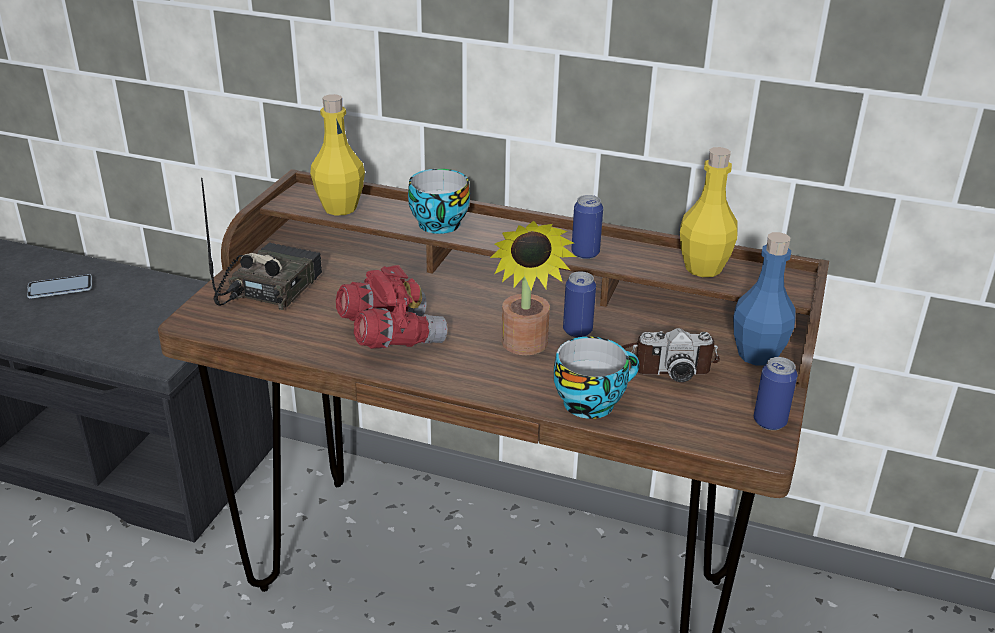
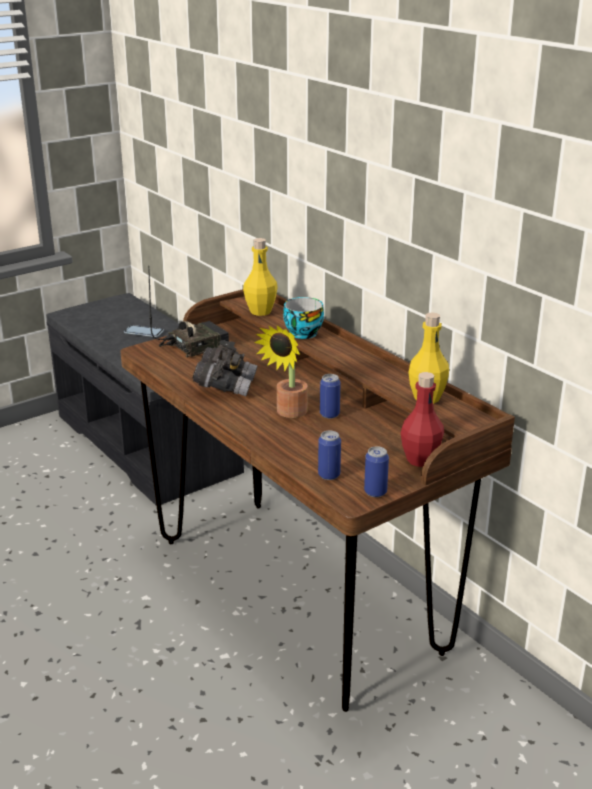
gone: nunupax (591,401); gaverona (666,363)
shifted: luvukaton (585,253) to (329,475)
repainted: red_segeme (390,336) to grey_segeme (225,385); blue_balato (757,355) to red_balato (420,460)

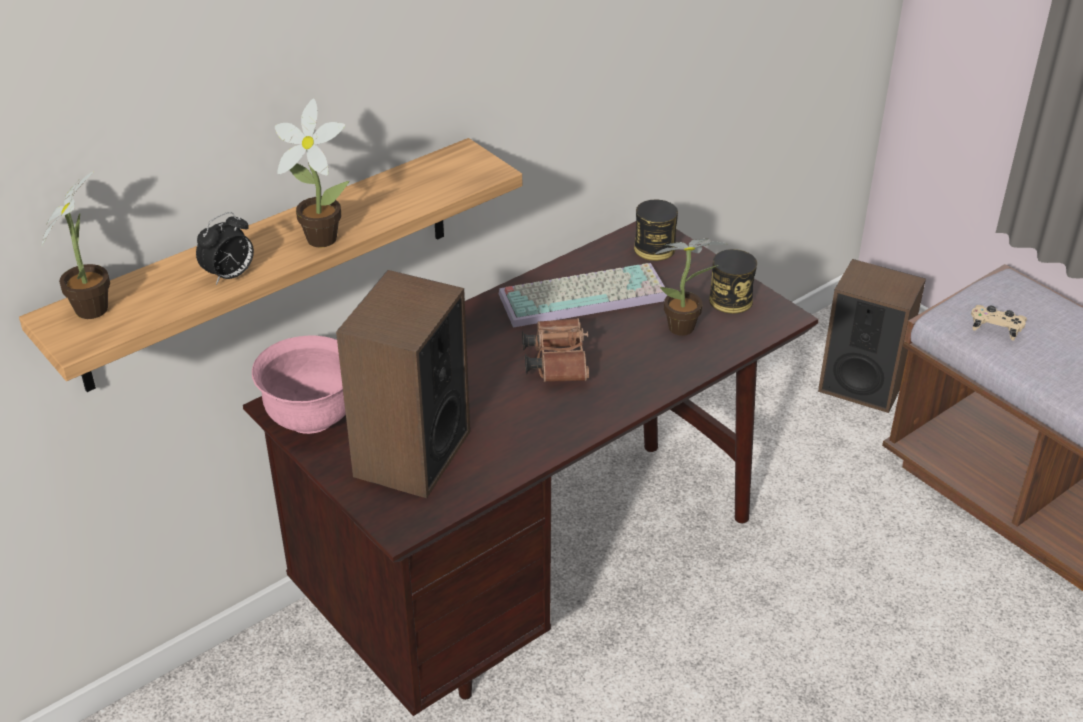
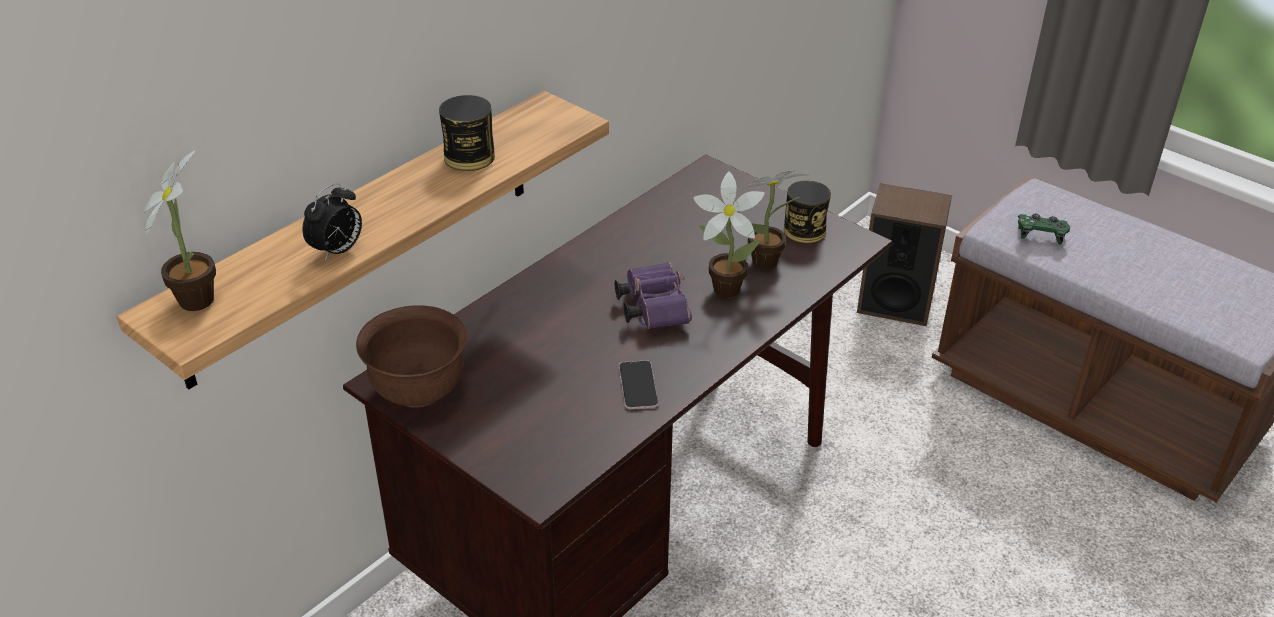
gone: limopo (411,454); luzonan (585,295)
new: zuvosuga (638,385)
shifted: luvukaton (654,249) to (469,157); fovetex (318,236) to (722,288)
repainted: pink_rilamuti (311,417) to brown_rilamuti (418,390); brown_segeme (556,362) to purple_segeme (652,307); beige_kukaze (995,329) to green_kukaze (1040,235)

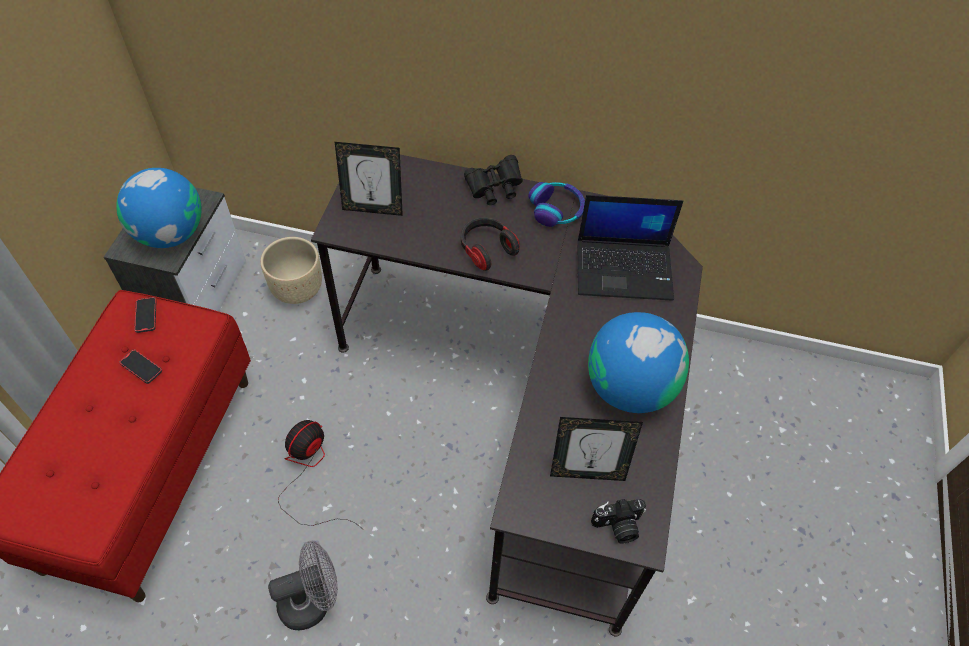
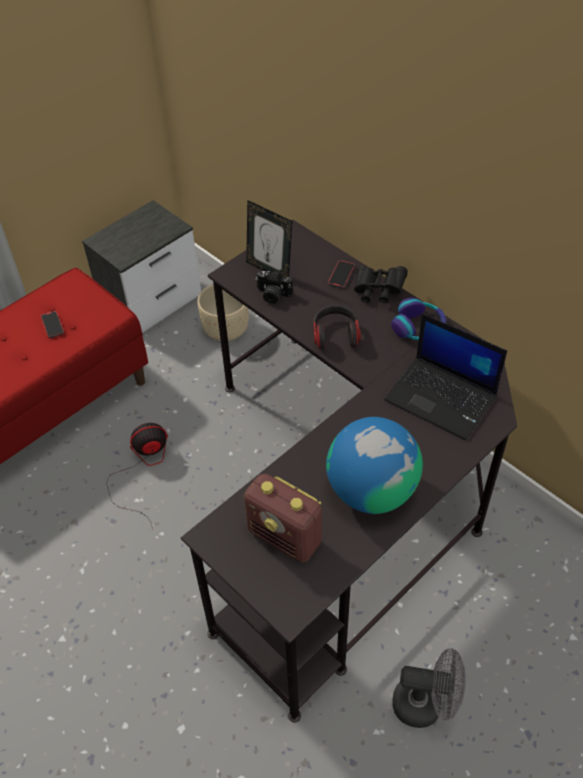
gone: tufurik (170,233)
shifted: gaverona (618,527) to (272,295); zuvosuga (146,316) to (341,275); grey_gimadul (312,601) to (425,704)
swapped: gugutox (587,472) to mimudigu (285,537)

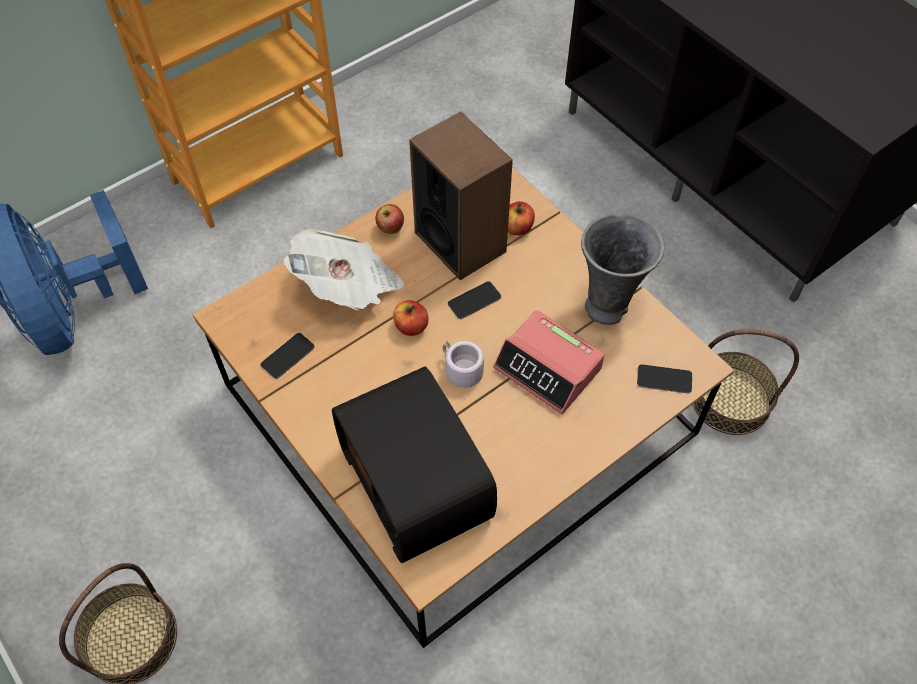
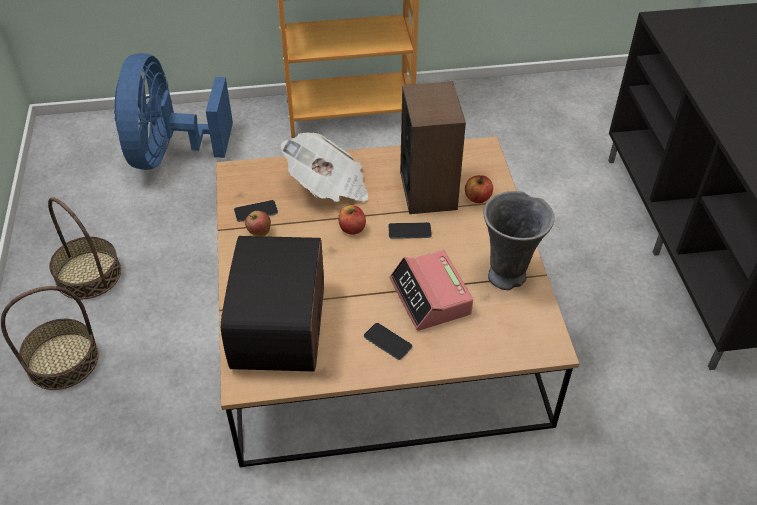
gone: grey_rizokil (459,371)
shifted: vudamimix (730,400) to (88,275); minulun (390,229) to (259,233); zuvosuga (664,379) to (387,341)

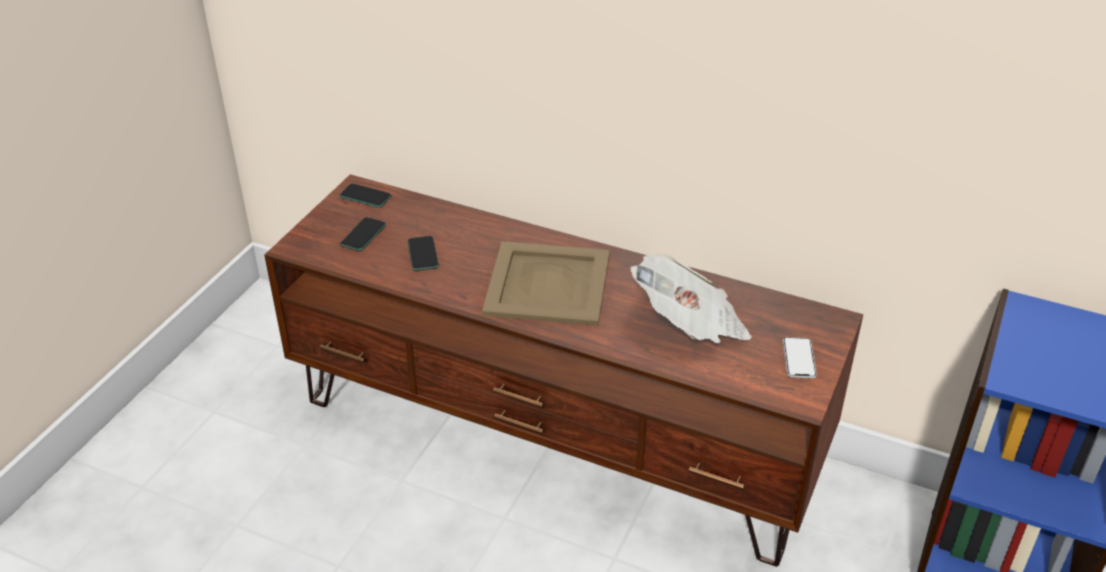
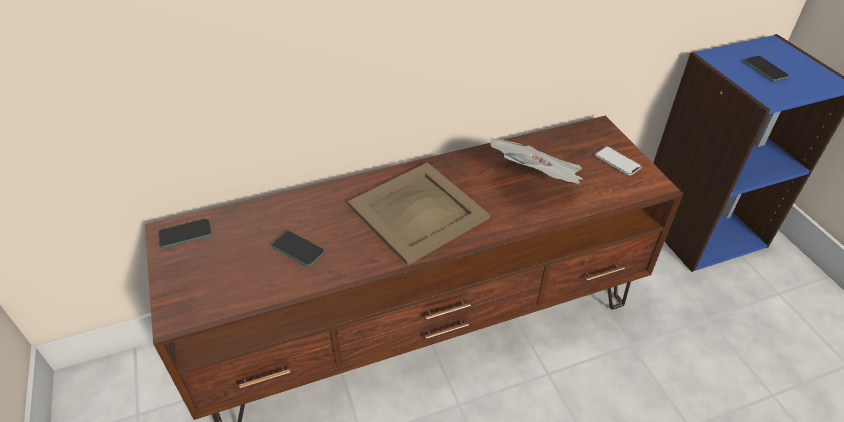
shifted: zuvosuga (363,235) to (765,69)

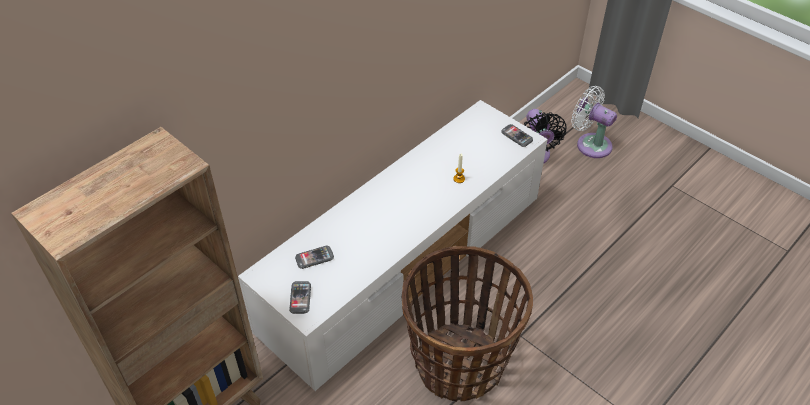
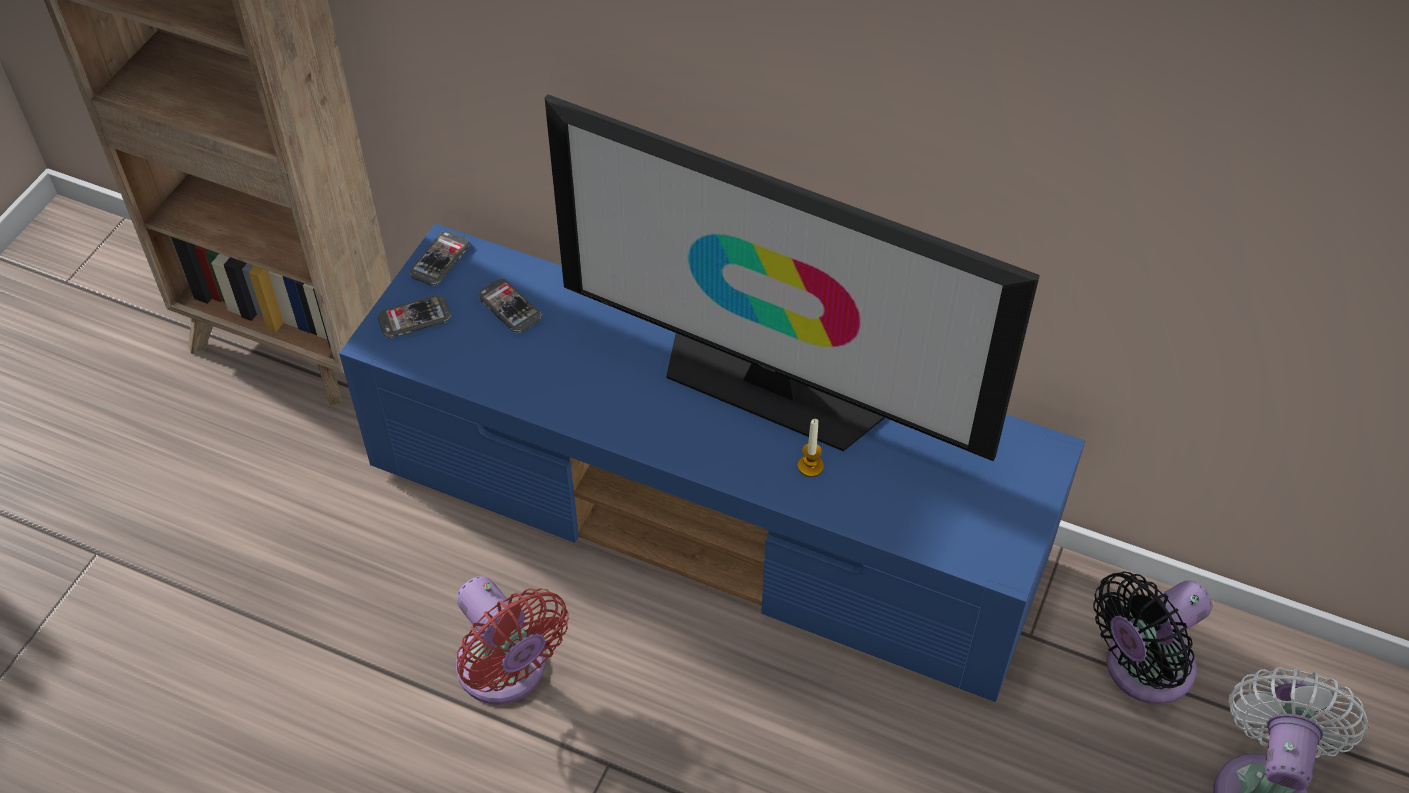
new: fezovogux (773,384)
shifted: zuvosuga (516,136) to (440,260)
swapped: vudamimix (459,363) to red_gimadul (506,672)
repainted: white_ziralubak (405,263) to blue_ziralubak (709,514)

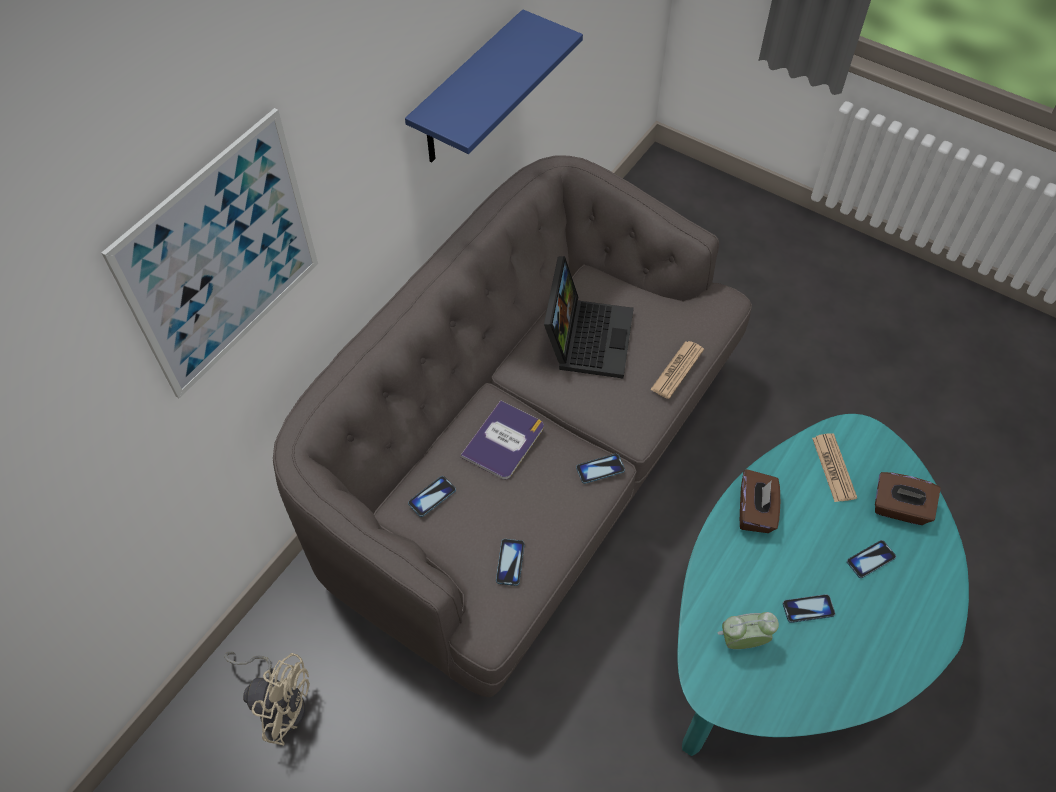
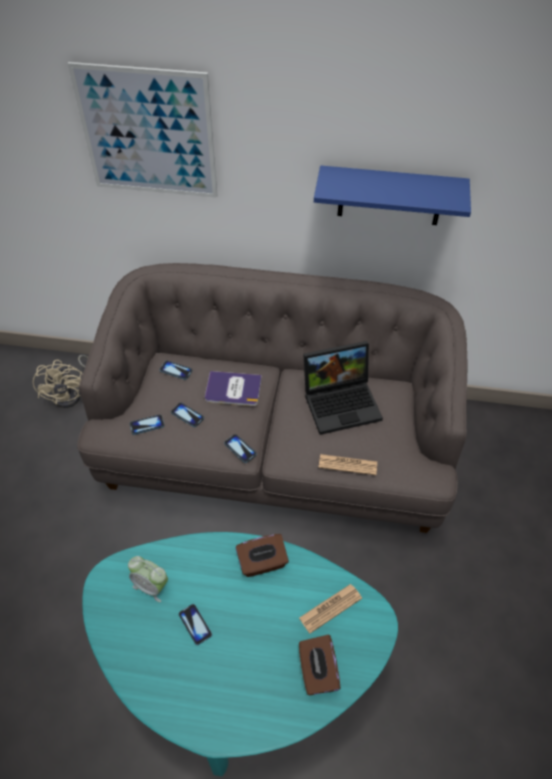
shifted: zuvosuga (870,559) to (187,415)
rotated: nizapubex (742,641) = (151,586) 150 degrees clockwise

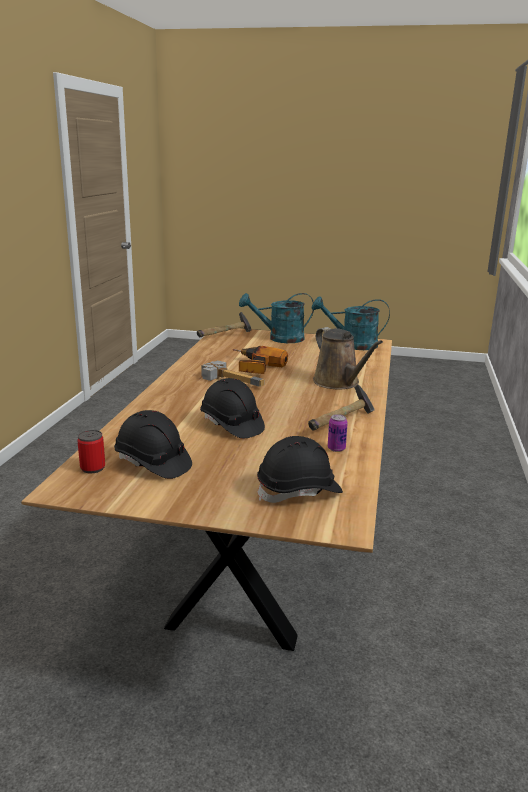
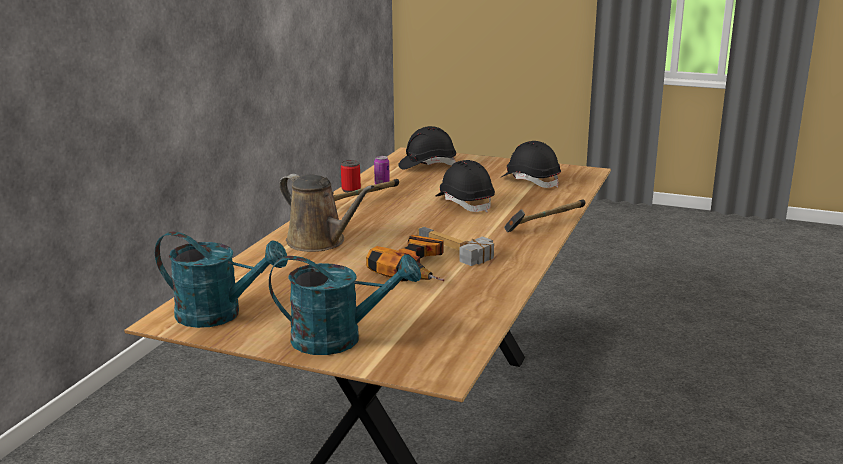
shifted: luvukaton (92,468) to (351,190); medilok (225,335) to (544,224)
rotated: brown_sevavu (339,383) = (320,242) 150 degrees clockwise

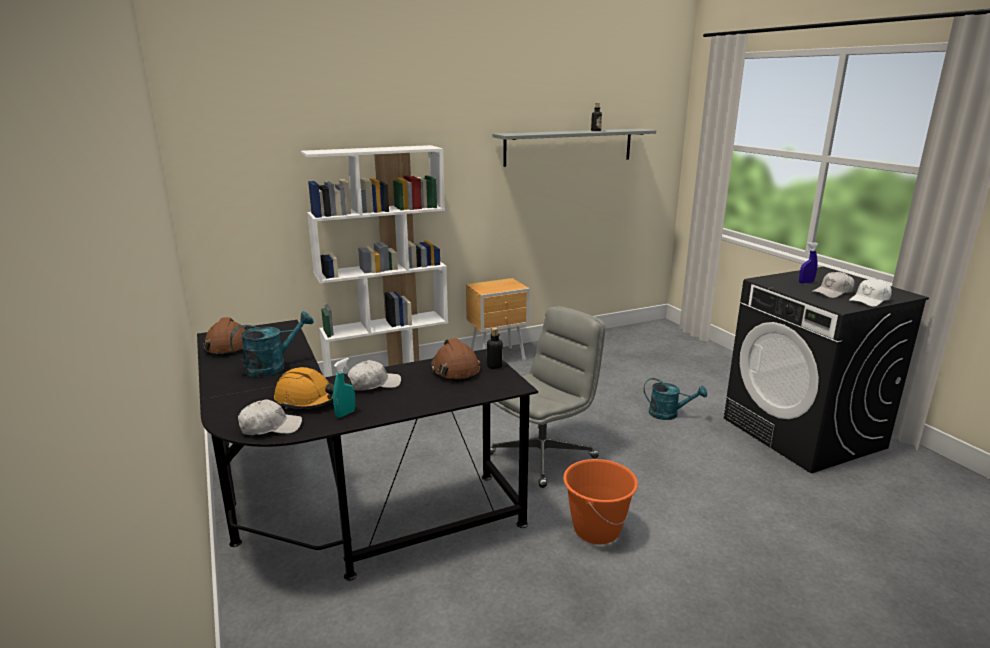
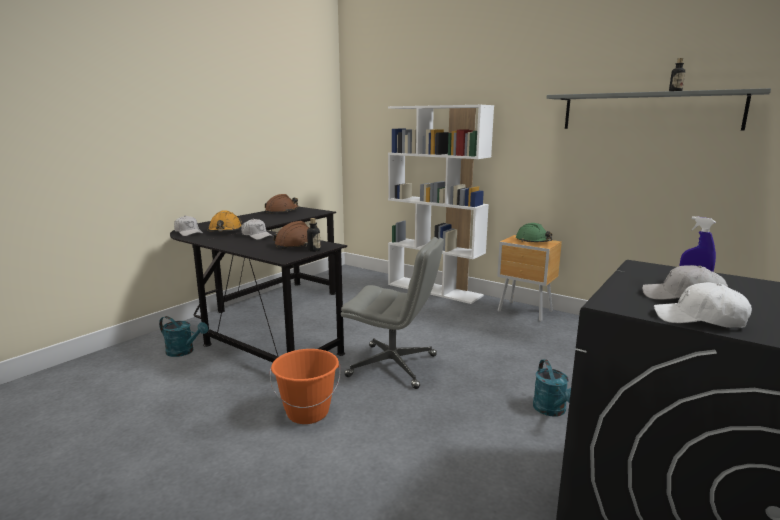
gone: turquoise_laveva (345,413)
new: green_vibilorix (533,241)
shifted: turquoise_sevavu (273,366) to (184,352)

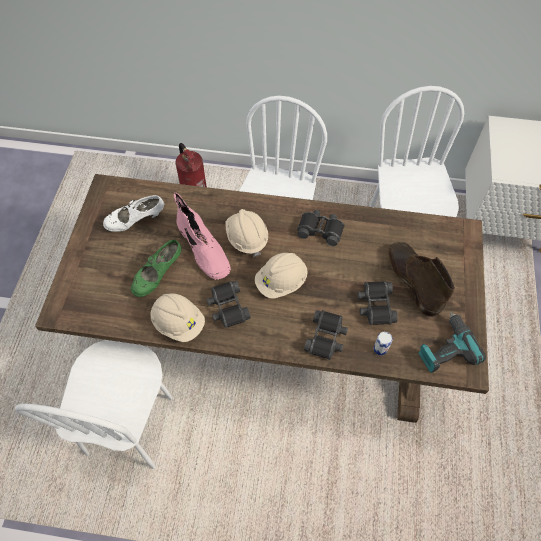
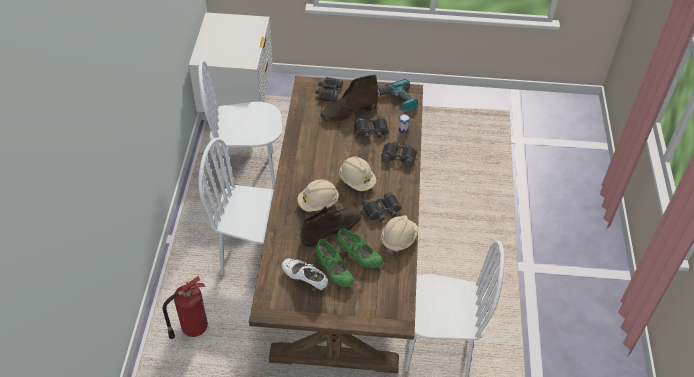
new: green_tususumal (333,272)
shifted: black_segeme (320,230) to (328,92)
repainted: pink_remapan (204,250) to brown_remapan (331,229)
rotated: white_tususumal (136,221) = (305,280) 150 degrees clockwise

